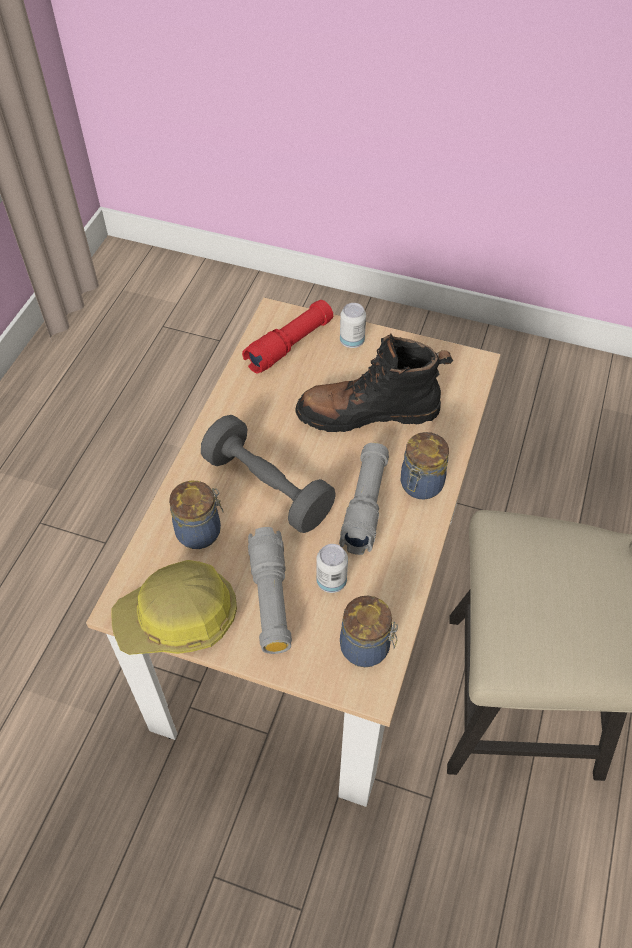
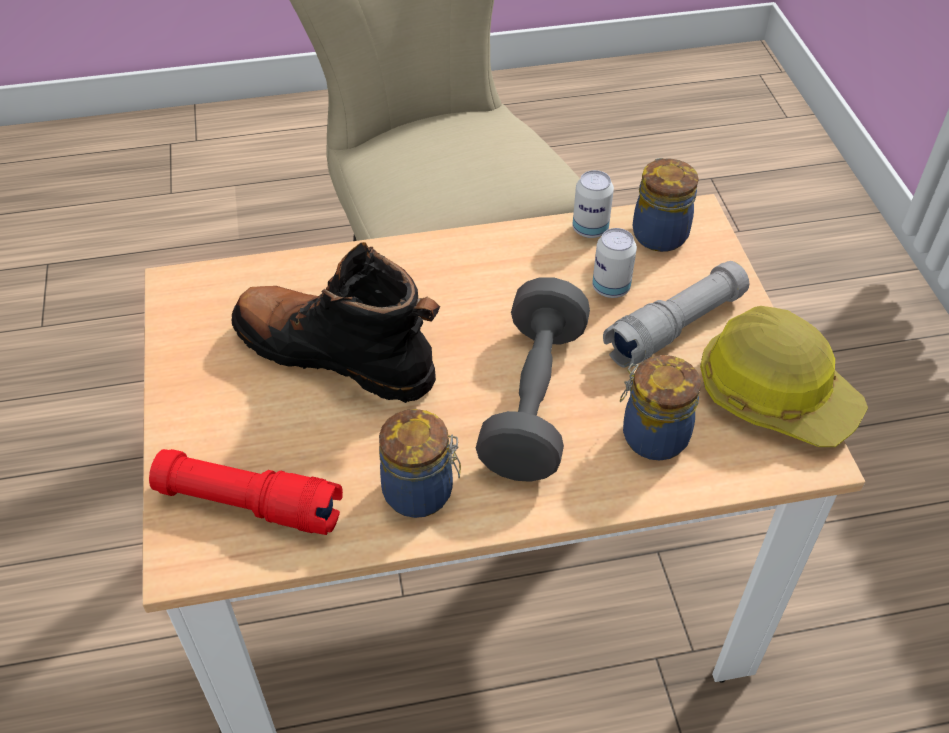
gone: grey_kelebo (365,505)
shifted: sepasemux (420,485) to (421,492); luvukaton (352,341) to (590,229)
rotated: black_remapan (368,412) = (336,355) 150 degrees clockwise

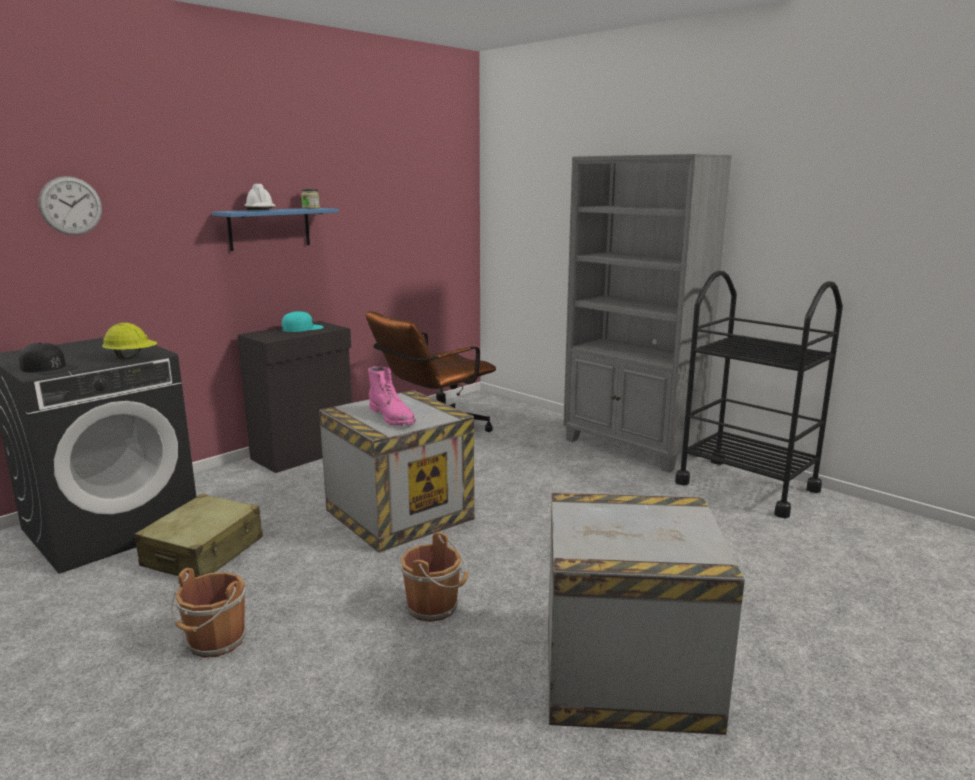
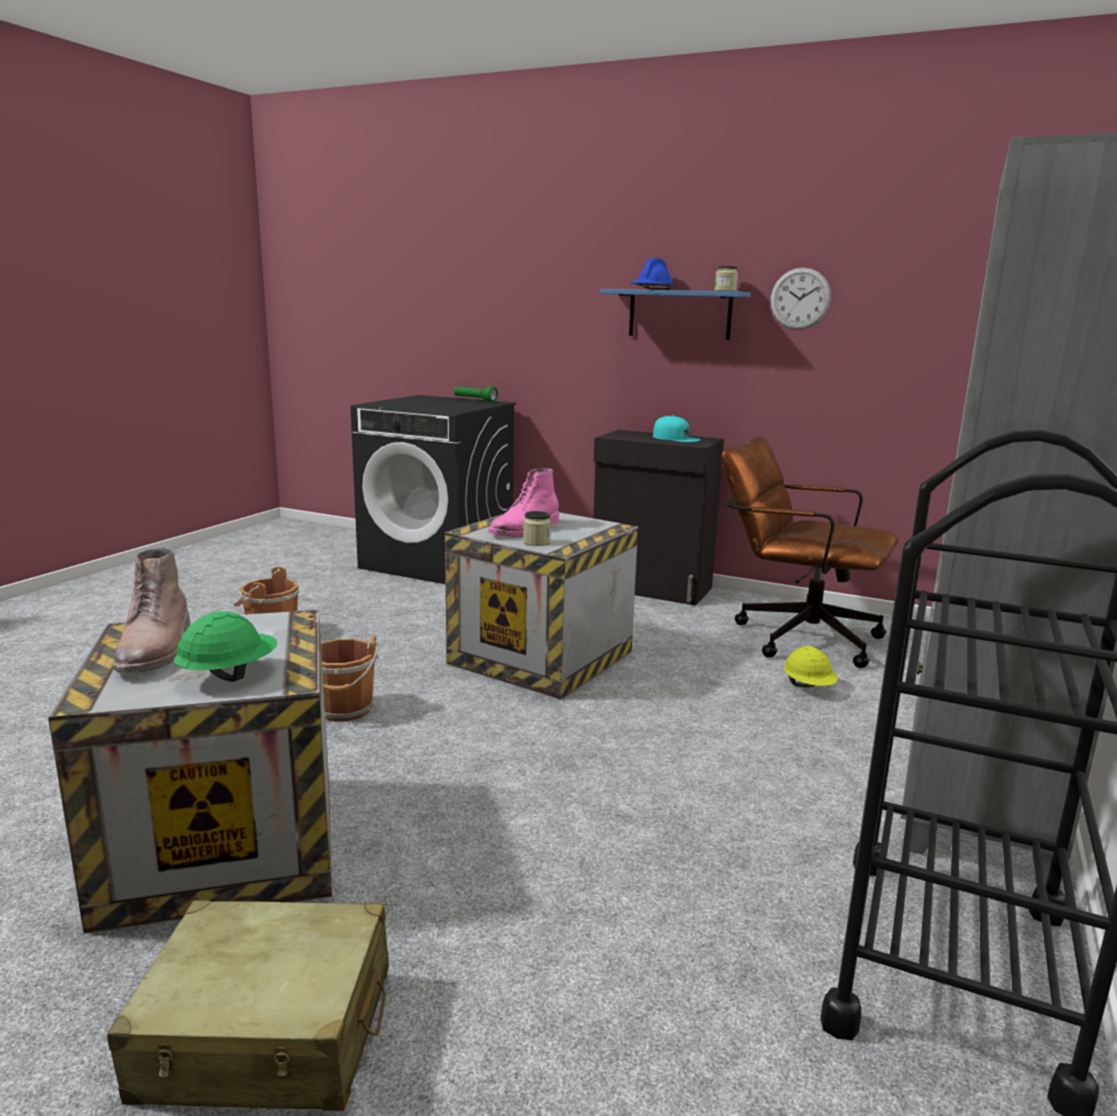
gone: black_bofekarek (48,368)
new: brown_remapan (157,649); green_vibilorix (229,675); green_kelebo (474,400); sepasemux (536,542)
shifted: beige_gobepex (204,552) to (267,1033); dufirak (71,206) to (800,298); yellow_vibilorix (132,357) to (808,687)
repainted: white_vibilorix (261,210) to blue_vibilorix (651,289)

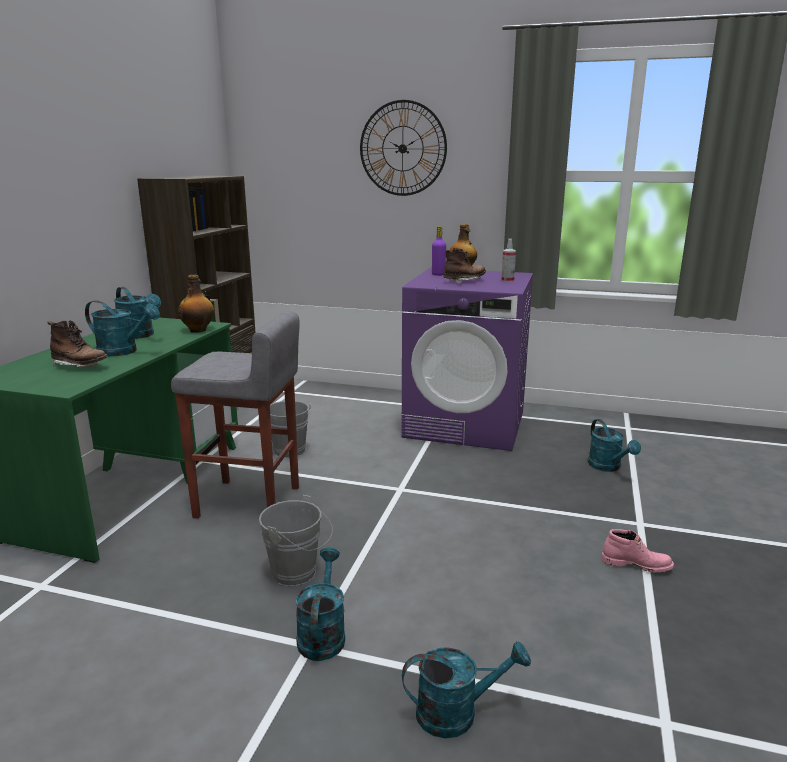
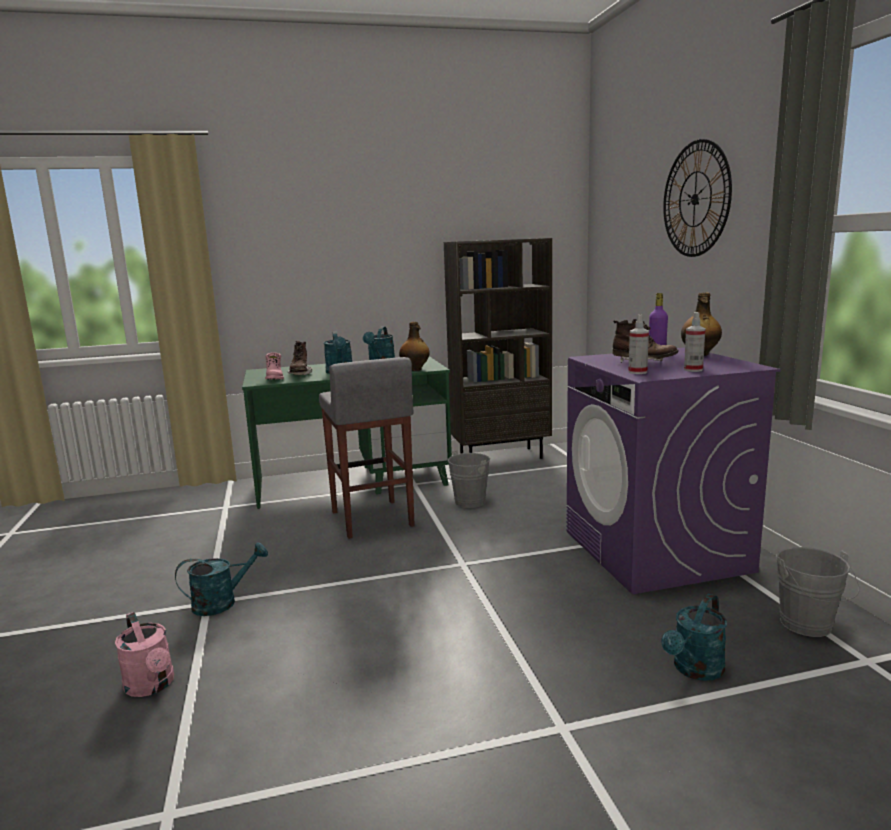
new: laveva (637,372)
shifted: pink_remapan (636,564) to (275,378); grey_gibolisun (298,573) to (809,627)
repainted: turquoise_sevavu (457,712) to pink_sevavu (152,686)

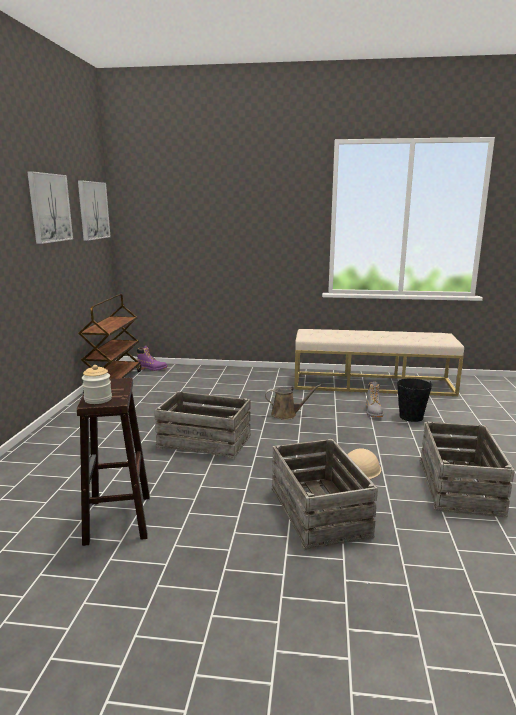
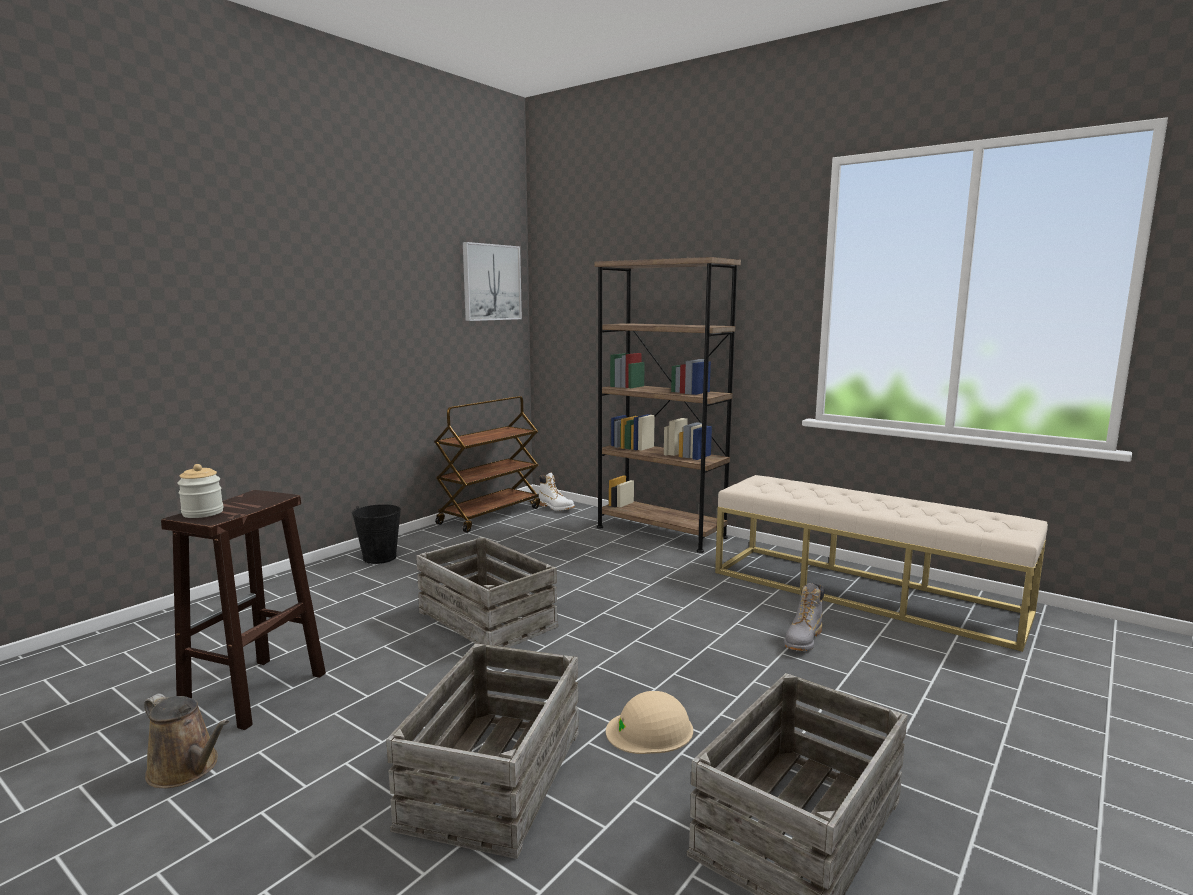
gone: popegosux (49,208)
new: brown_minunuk (660,532)
shifted: brown_sevavu (286,414) to (187,769); black_gibolisun (411,417) to (379,557)
repainted: purple_remapan (152,369) to white_remapan (556,507)

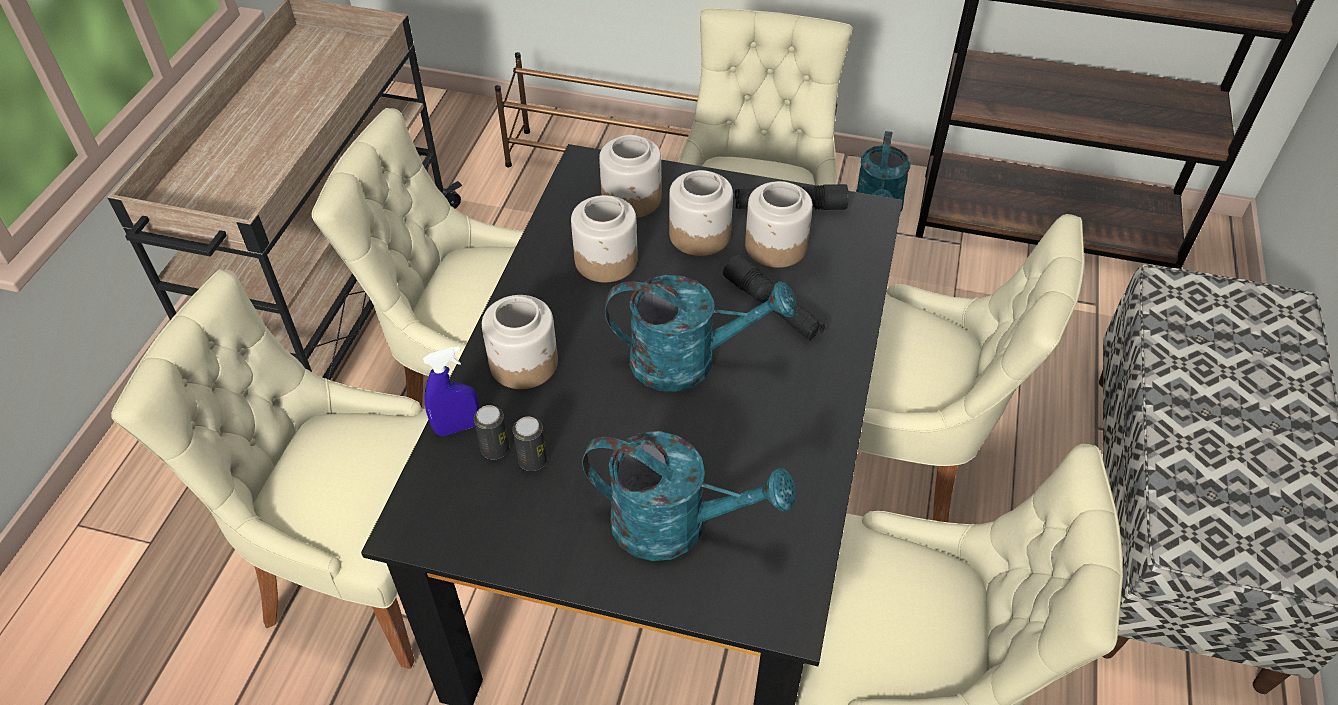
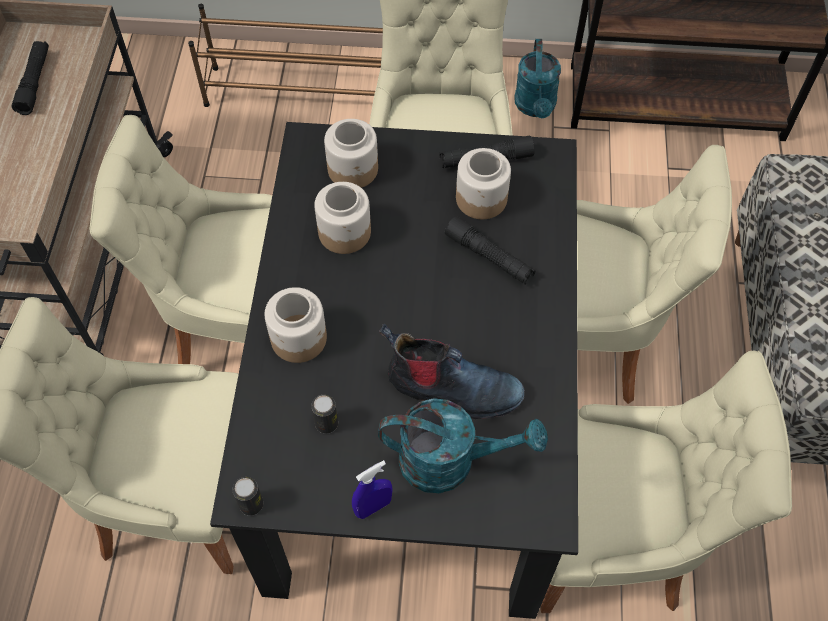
gone: turquoise_sevavu (688,361); sepasemux (700,234)
new: black_kelebo (34,82); remapan (451,389)
shifted: luvukaton (495,449) to (251,504); blue_laveva (457,427) to (373,507)

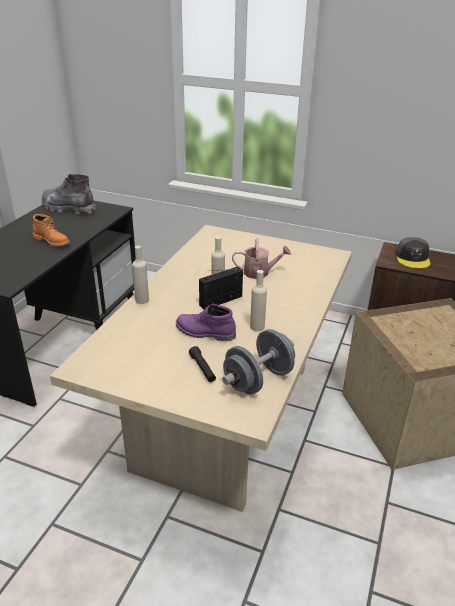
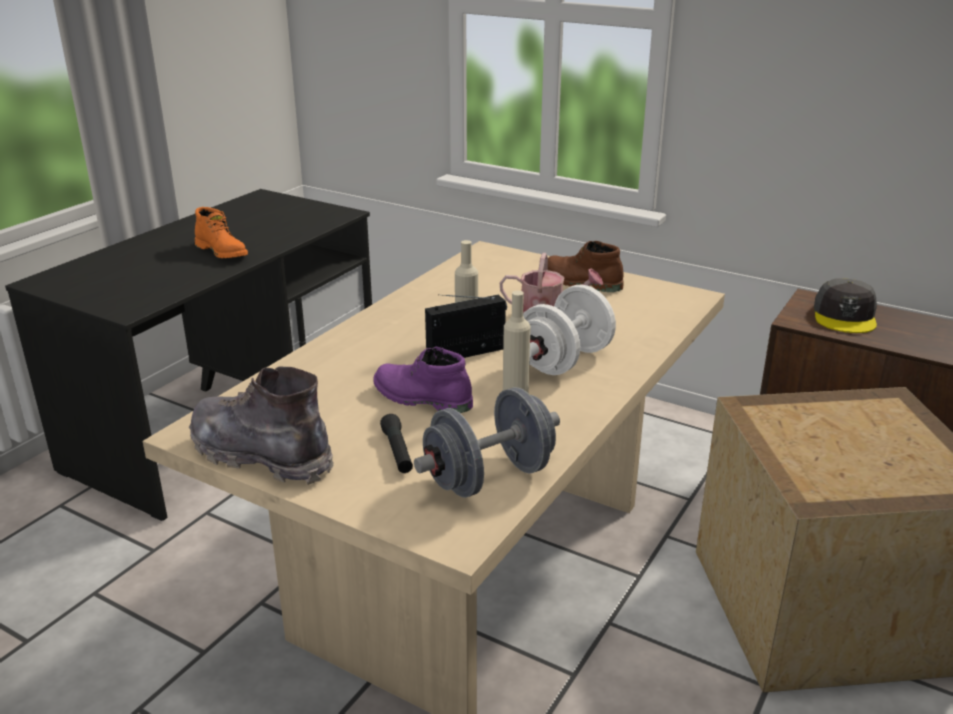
gone: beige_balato (142,300)
new: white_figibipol (564,360); brown_remapan (581,282)
shifted: grey_remapan (69,208) to (261,455)

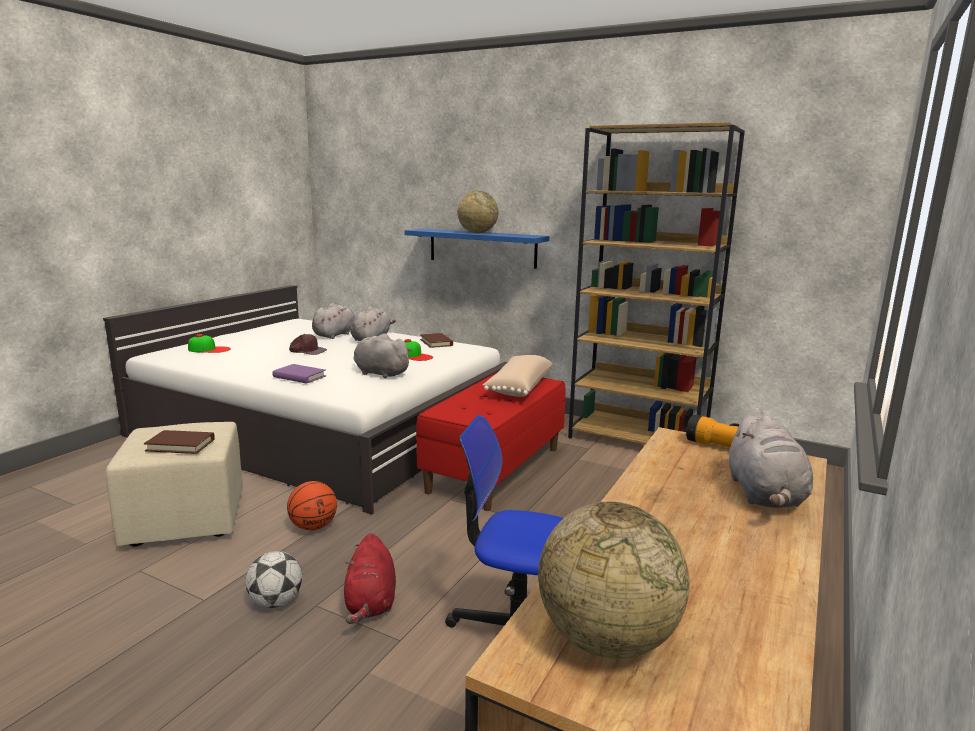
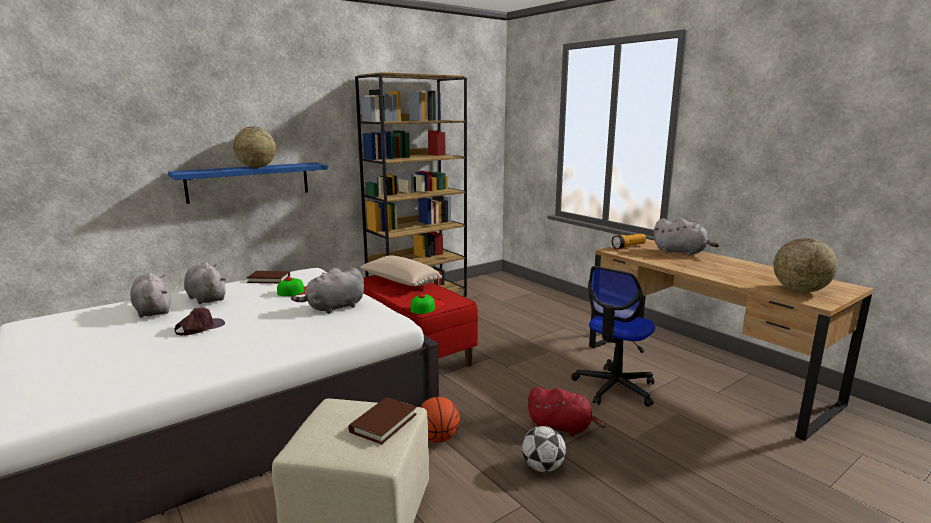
gone: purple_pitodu (299,377)
shifted: bofekarek (209,349) to (426,306)

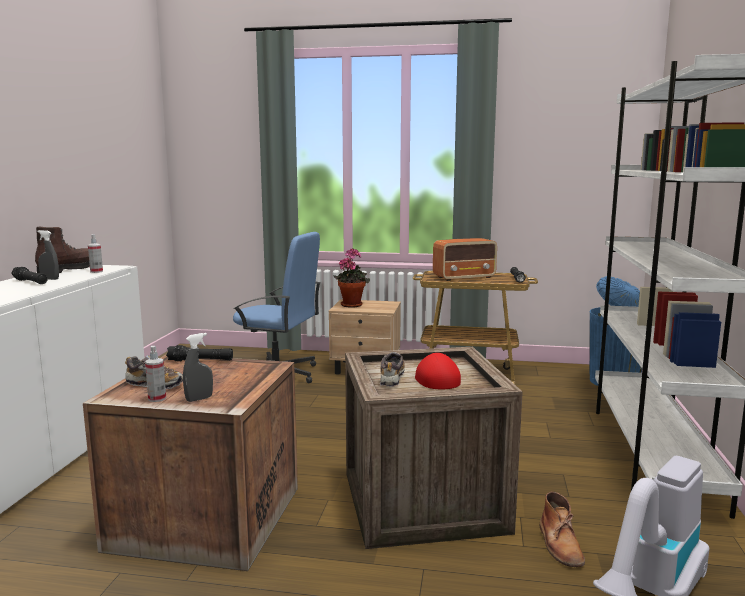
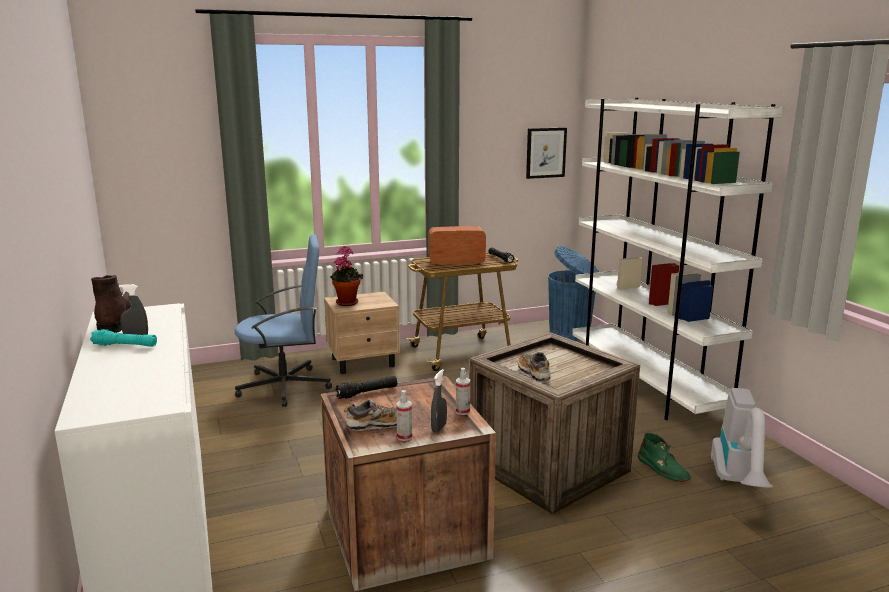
gone: red_bofekarek (435,378)
new: popegosux (546,152)
shifted: laveva (96,271) to (462,411)
repainted: black_kelebo (30,282) to turquoise_kelebo (125,345); brown_remapan (560,544) to green_remapan (663,469)
rotated: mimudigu (464,277) = (456,263) 135 degrees counterclockwise

